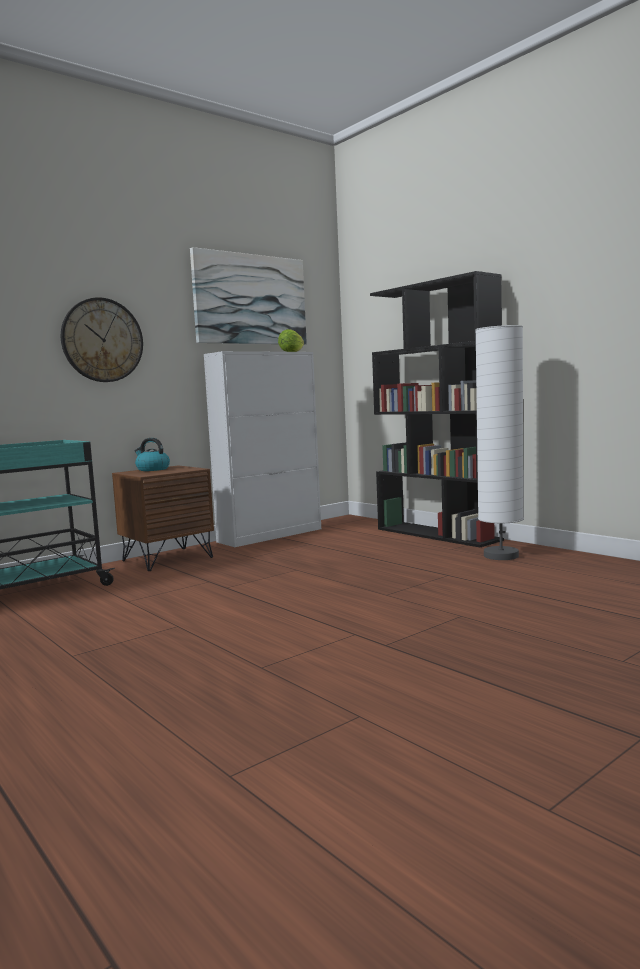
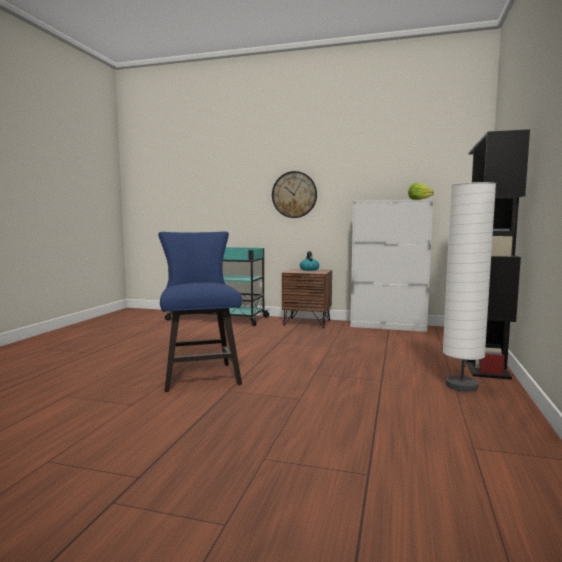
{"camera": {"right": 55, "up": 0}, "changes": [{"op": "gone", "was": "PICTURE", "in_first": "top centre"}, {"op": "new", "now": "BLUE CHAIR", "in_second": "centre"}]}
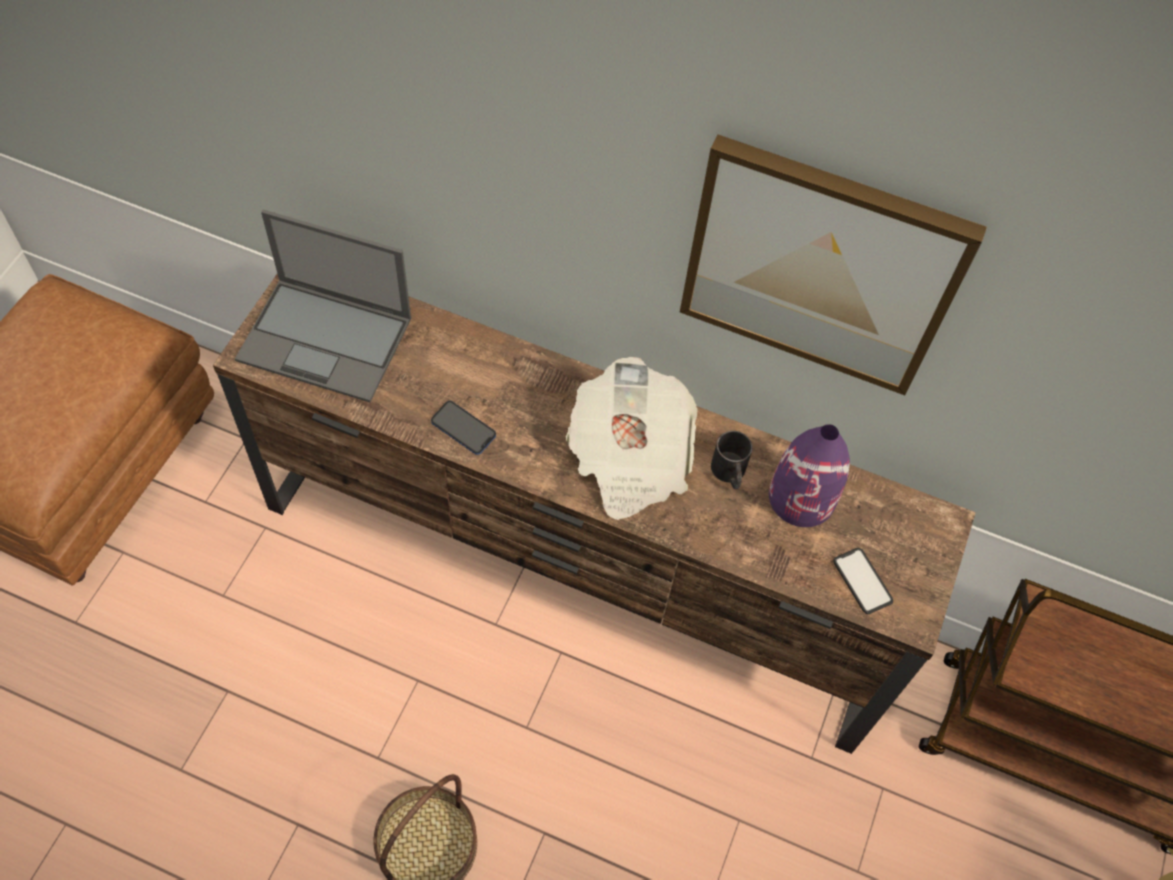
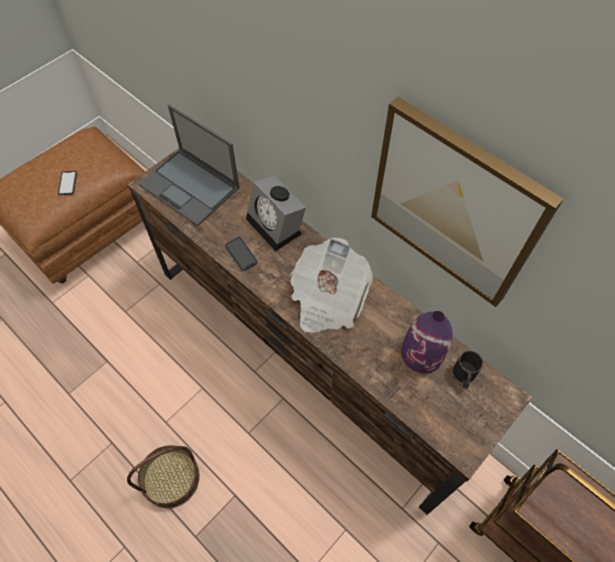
{"camera": {"right": 25, "up": 0}, "changes": [{"op": "shifted", "was": "BLACK MUG", "in_first": "centre", "in_second": "middle right"}, {"op": "shifted", "was": "PHONE (no. 2 from left in the first image)", "now": "PHONE (no. 1 from left)", "in_first": "middle right", "in_second": "top left"}, {"op": "new", "now": "ALARM CLOCK", "in_second": "centre"}]}
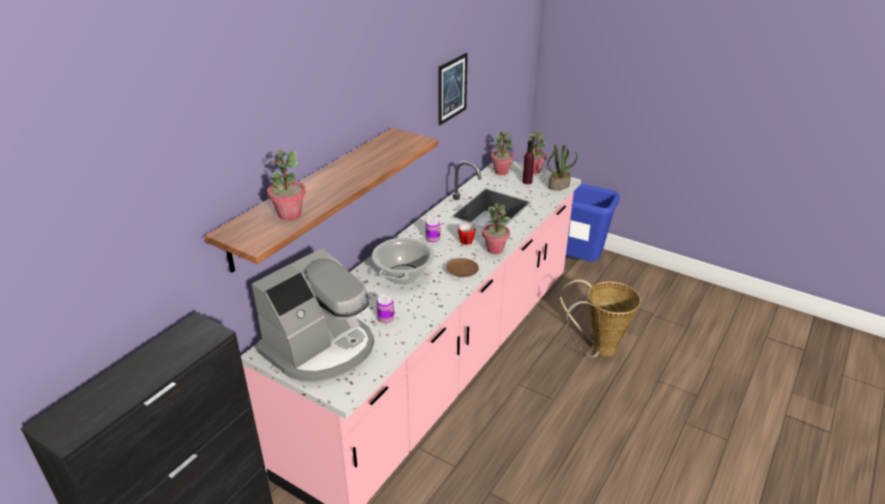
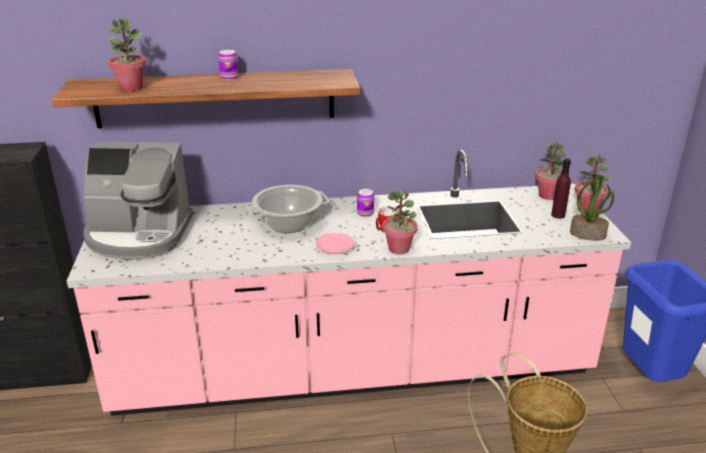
{"camera": {"right": 50, "up": -5}, "changes": [{"op": "gone", "was": "PICTURE", "in_first": "top centre"}, {"op": "repainted", "was": "BROWN PLATE", "now": "PINK PLATE", "in_first": "centre", "in_second": "centre"}, {"op": "shifted", "was": "CAN (no. 1 from left)", "in_first": "centre", "in_second": "top left"}]}
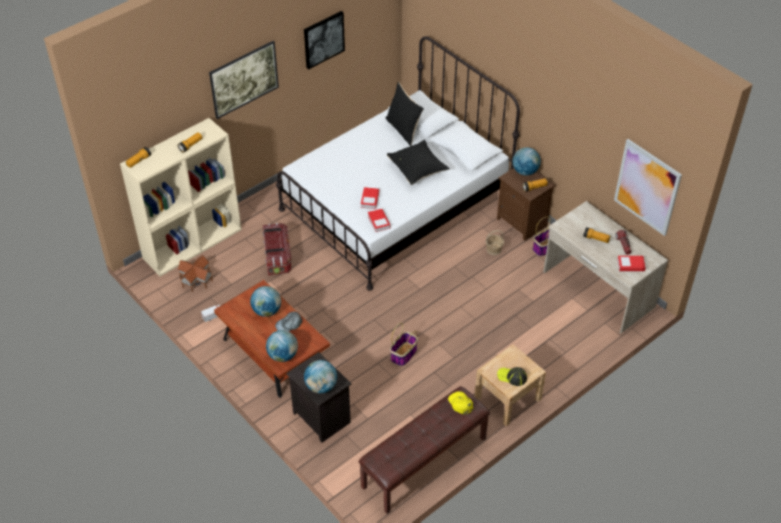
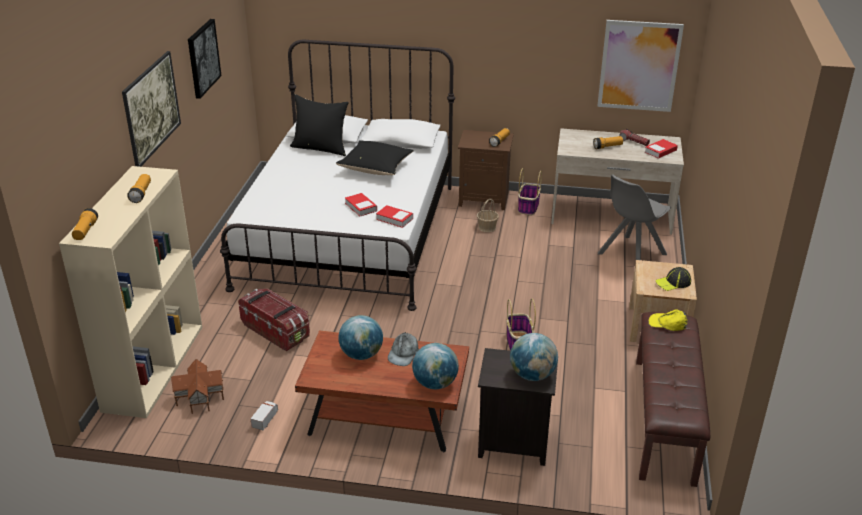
{"camera": {"right": -40, "up": -15}, "changes": [{"op": "gone", "was": "GLOBE (no. 4 from left)", "in_first": "top right"}, {"op": "new", "now": "GREY CHAIR", "in_second": "middle right"}]}
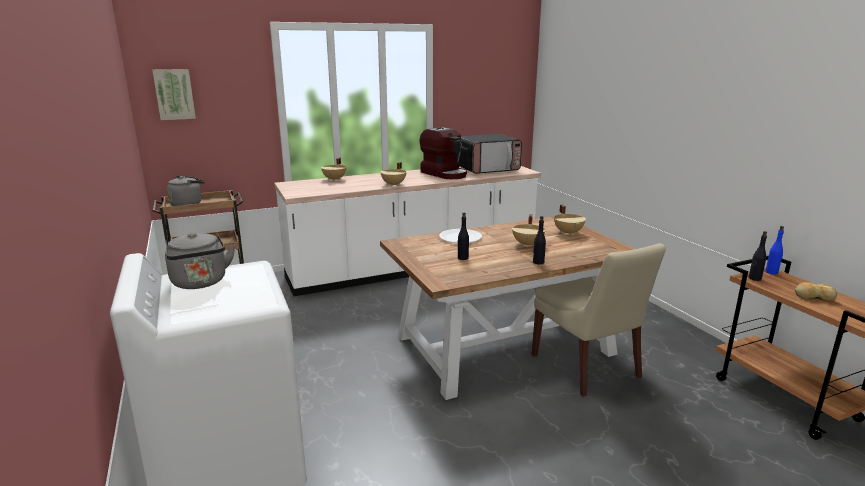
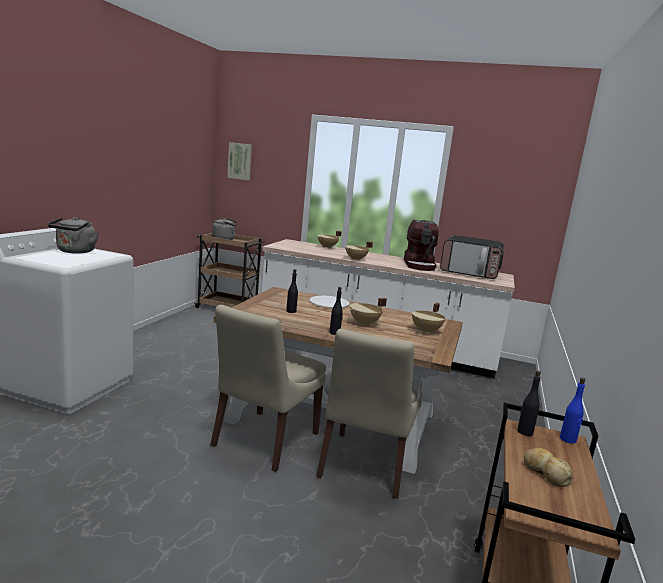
{"camera": {"right": 40, "up": -5}, "changes": [{"op": "new", "now": "BEIGE CHAIR (no. 1 from left)", "in_second": "centre"}]}
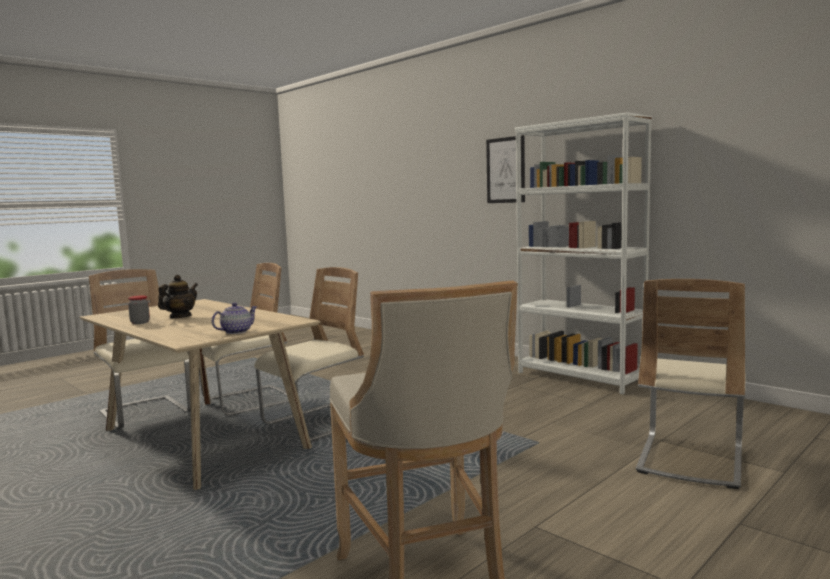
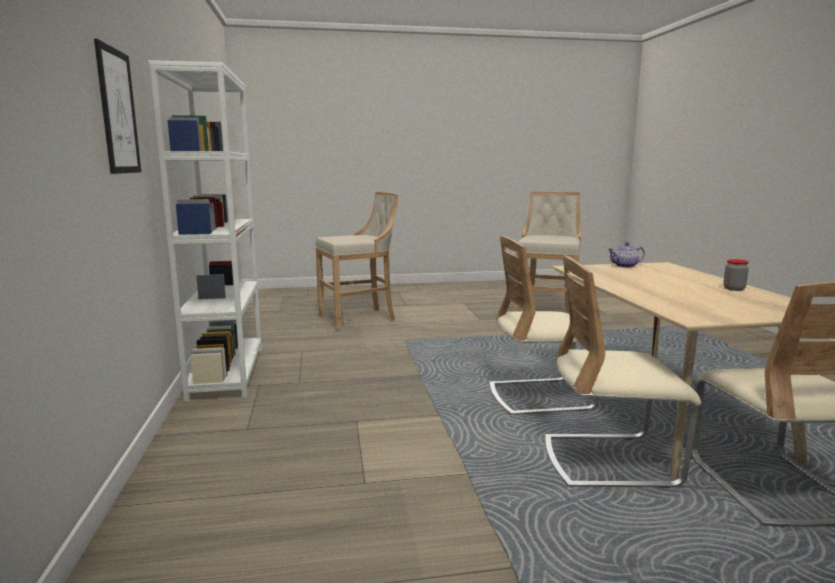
{"camera": {"right": -145, "up": 5}, "changes": [{"op": "gone", "was": "TEAPOT (no. 1 from left)", "in_first": "middle left"}, {"op": "swapped", "was": "BEIGE CHAIR (no. 4 from left)", "now": "BEIGE STOOL (no. 1 from left)", "in_first": "middle right", "in_second": "centre"}]}
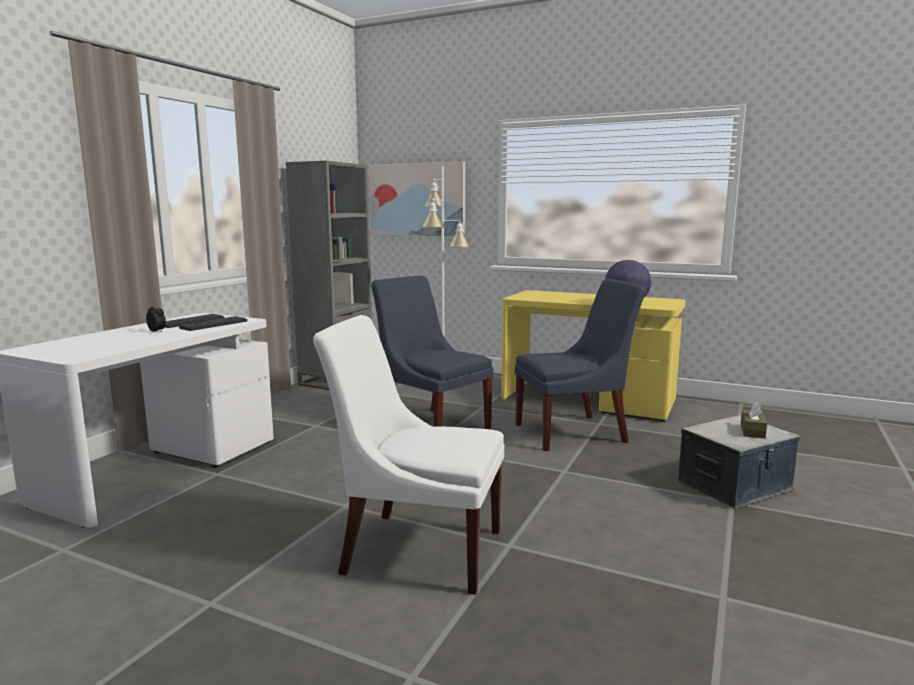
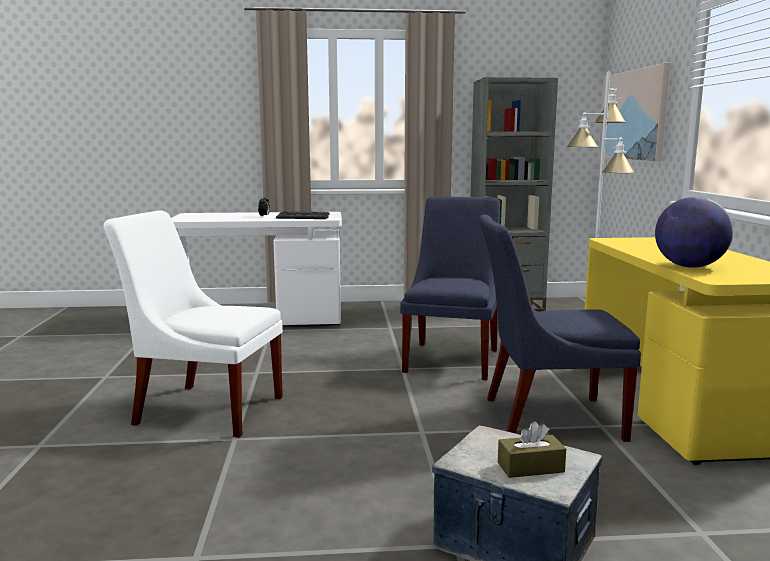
{"camera": {"right": 60, "up": 0}, "changes": [{"op": "rotated", "was": "BLUE CHAIR (no. 2 from left)", "in_first": "centre", "in_second": "middle right", "clockwise": 135}, {"op": "rotated", "was": "WHITE CHAIR", "in_first": "centre", "in_second": "middle left", "clockwise": -60}]}
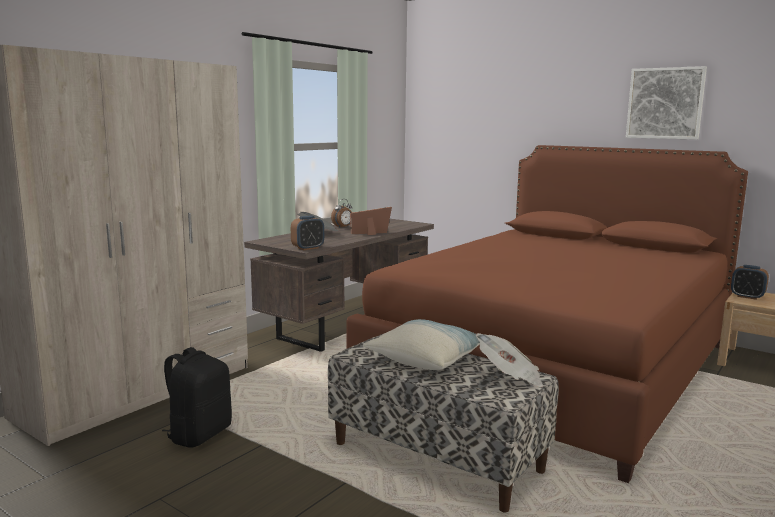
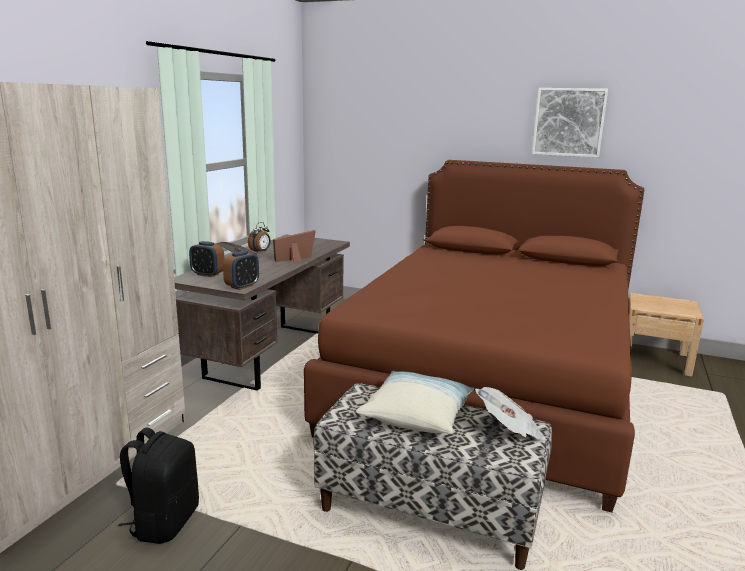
{"camera": {"right": -15, "up": 5}, "changes": [{"op": "shifted", "was": "ALARM CLOCK (no. 3 from left in the first image)", "now": "ALARM CLOCK (no. 1 from left)", "in_first": "middle right", "in_second": "middle left"}]}
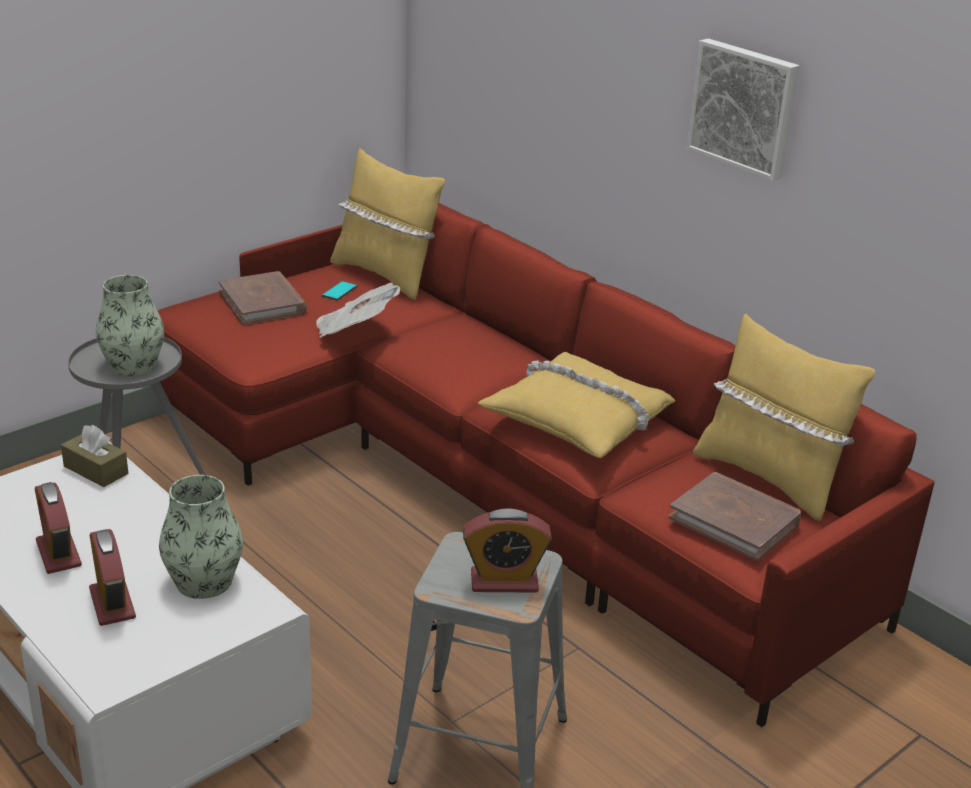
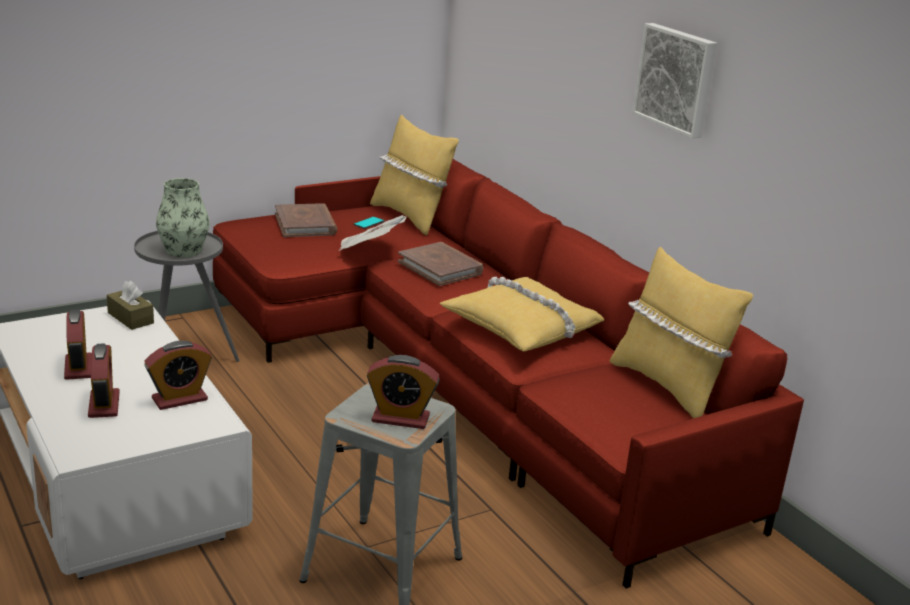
{"camera": {"right": 10, "up": -5}, "changes": [{"op": "shifted", "was": "BROWN BOOK (no. 2 from left)", "in_first": "middle right", "in_second": "centre"}, {"op": "swapped", "was": "VASE (no. 2 from left)", "now": "ALARM CLOCK (no. 3 from left)", "in_first": "bottom left", "in_second": "middle left"}]}
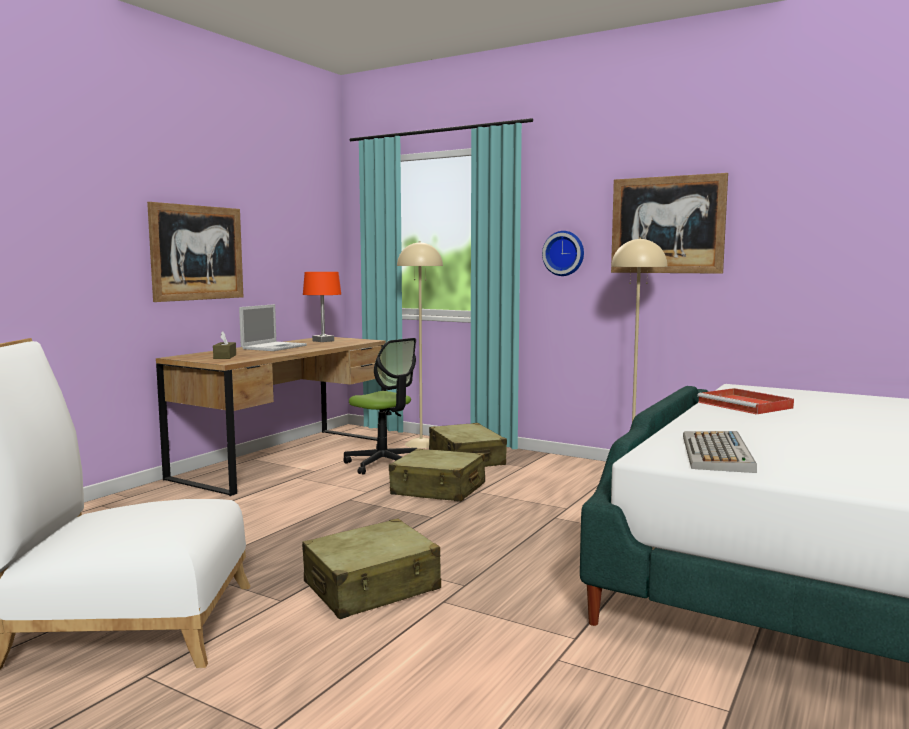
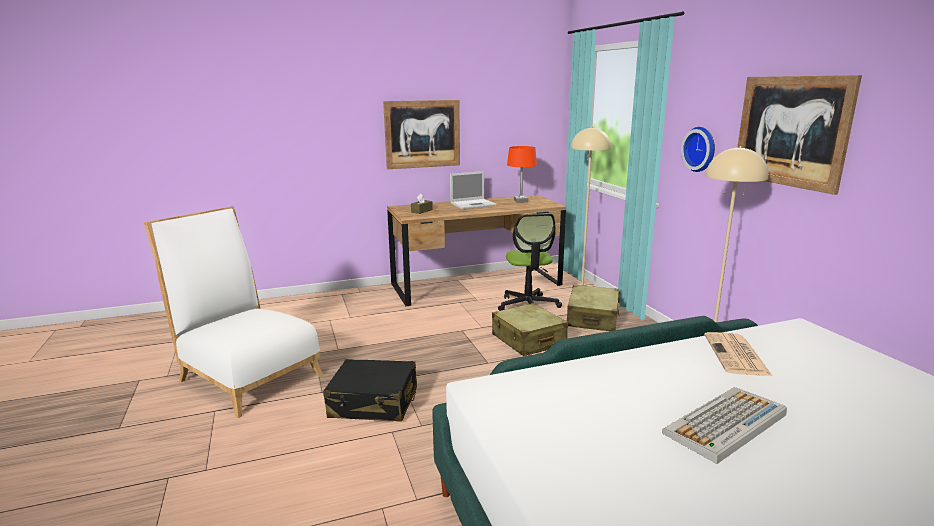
{"camera": {"right": 40, "up": 10}, "changes": [{"op": "swapped", "was": "RED TRAY", "now": "NEWSPAPER", "in_first": "middle right", "in_second": "bottom right"}, {"op": "shifted", "was": "KEYBOARD", "in_first": "middle right", "in_second": "bottom right"}, {"op": "repainted", "was": "BEIGE SUITCASE (no. 1 from left)", "now": "BLACK SUITCASE", "in_first": "bottom centre", "in_second": "bottom centre"}]}
